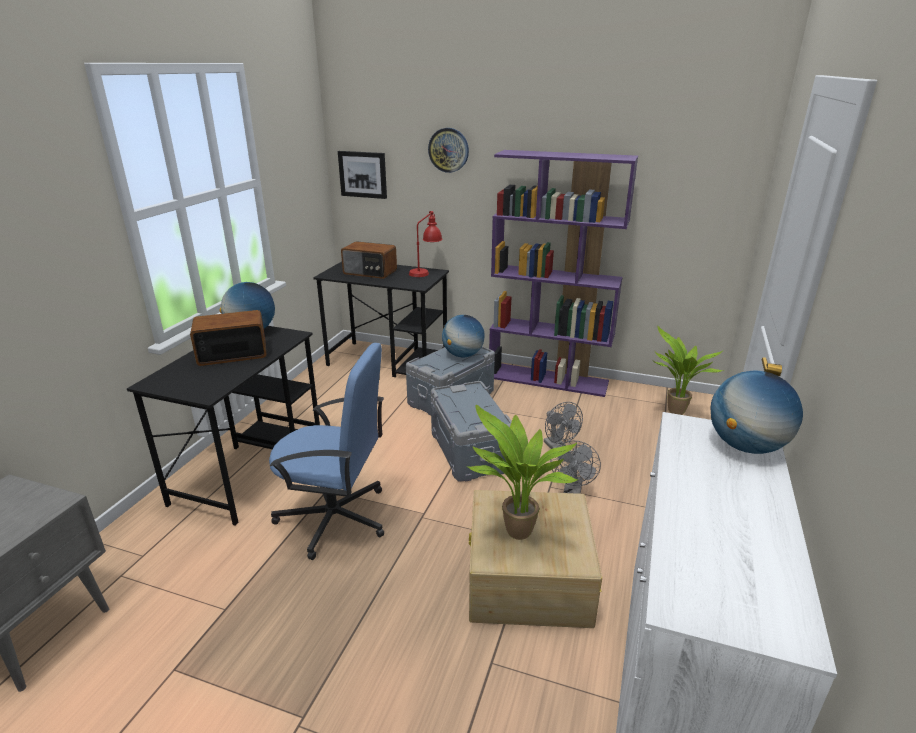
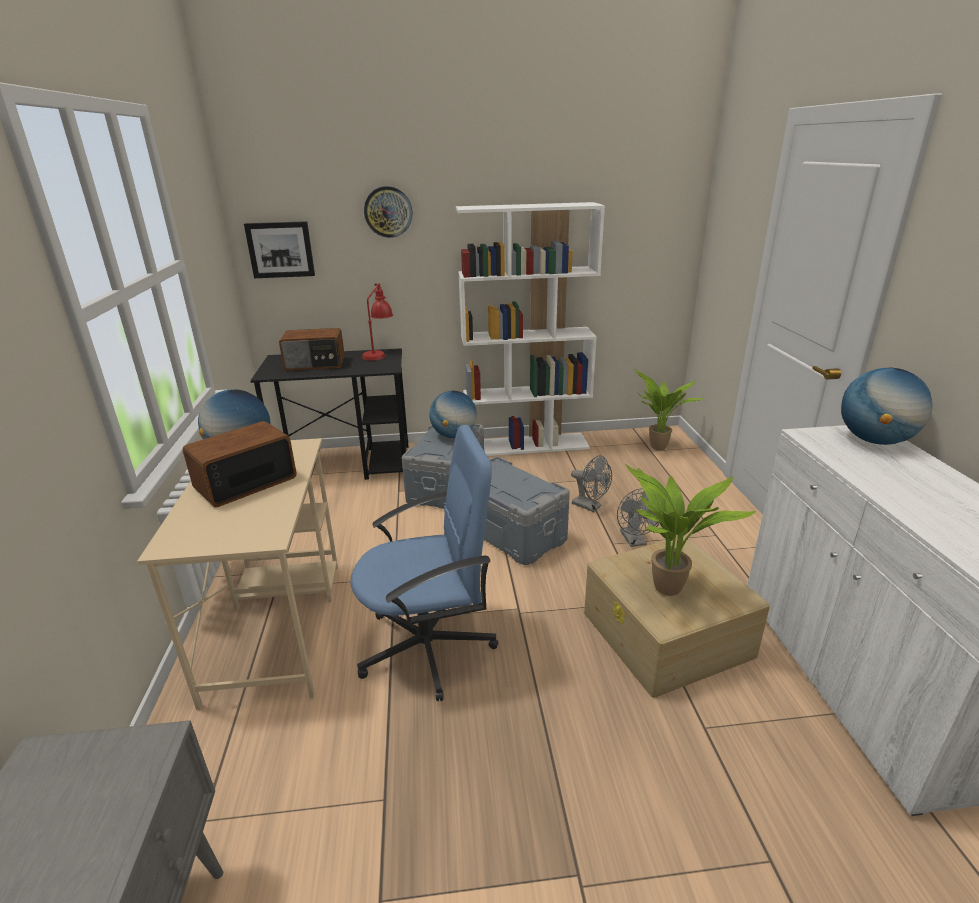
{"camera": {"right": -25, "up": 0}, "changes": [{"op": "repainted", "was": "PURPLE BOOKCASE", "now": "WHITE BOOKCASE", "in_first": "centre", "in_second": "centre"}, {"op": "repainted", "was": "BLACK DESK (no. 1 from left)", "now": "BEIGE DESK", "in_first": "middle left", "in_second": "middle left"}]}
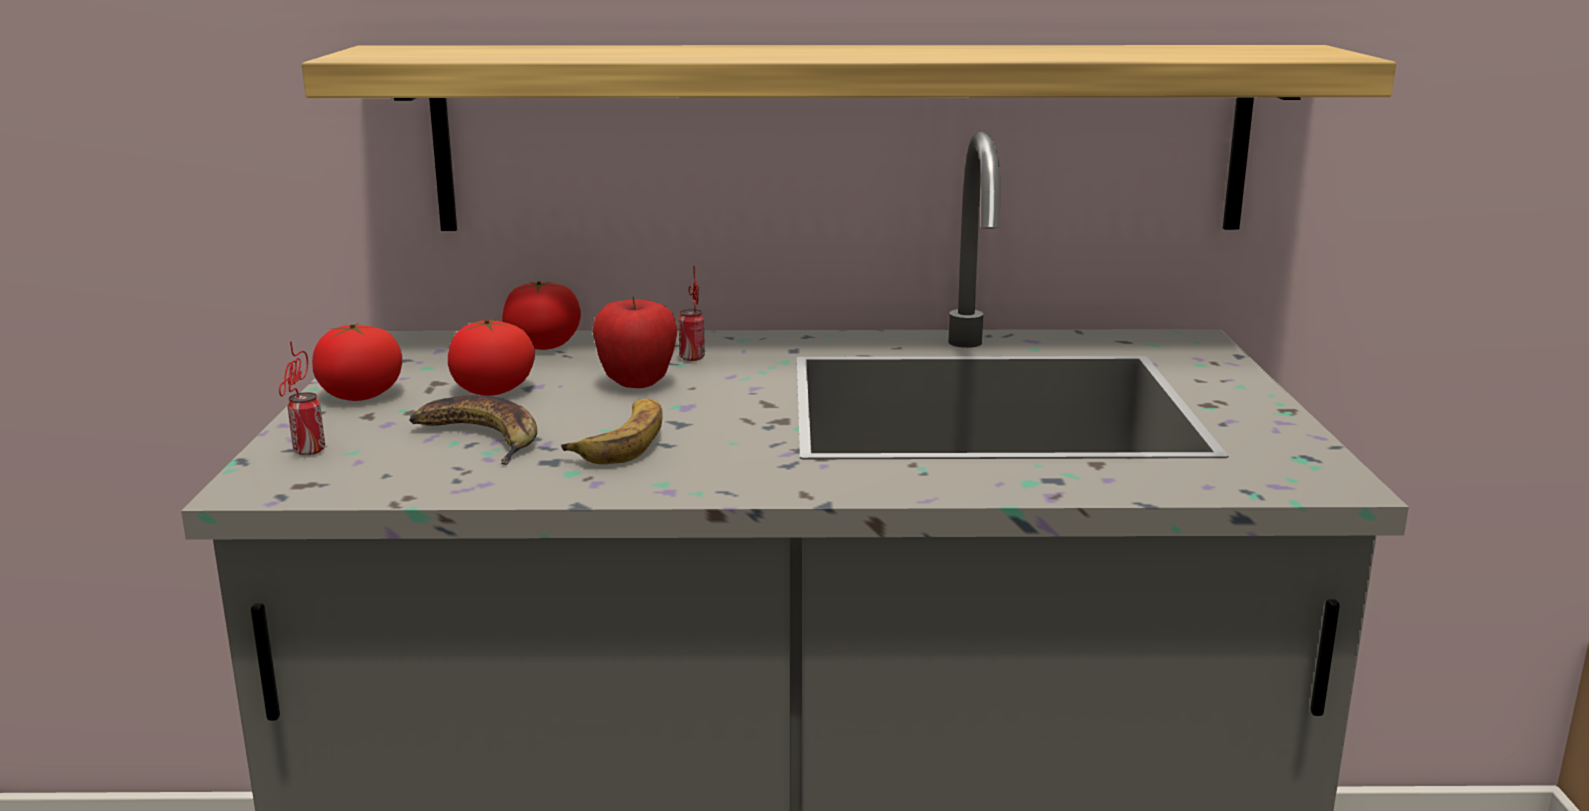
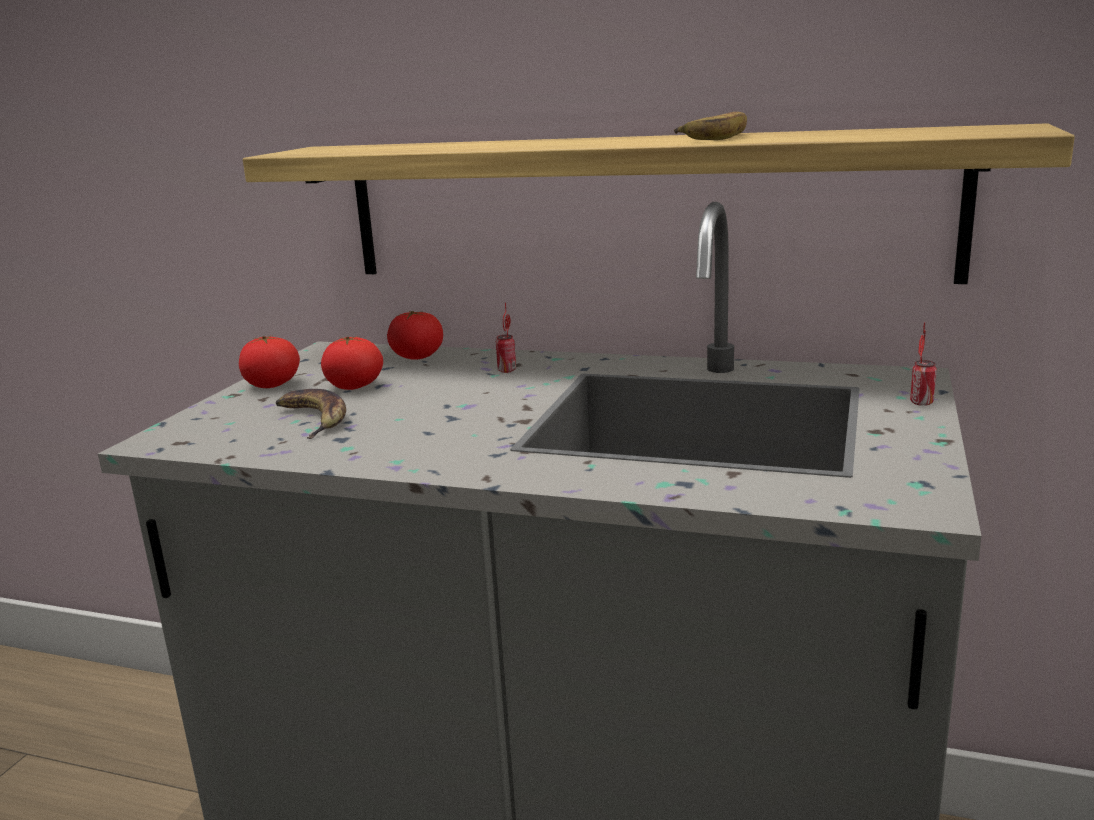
{"camera": {"right": 20, "up": 0}, "changes": [{"op": "gone", "was": "APPLE", "in_first": "centre"}, {"op": "shifted", "was": "CAN (no. 1 from left in the first image)", "now": "CAN (no. 2 from left)", "in_first": "middle left", "in_second": "middle right"}, {"op": "shifted", "was": "BANANA (no. 2 from left)", "in_first": "centre", "in_second": "top centre"}]}
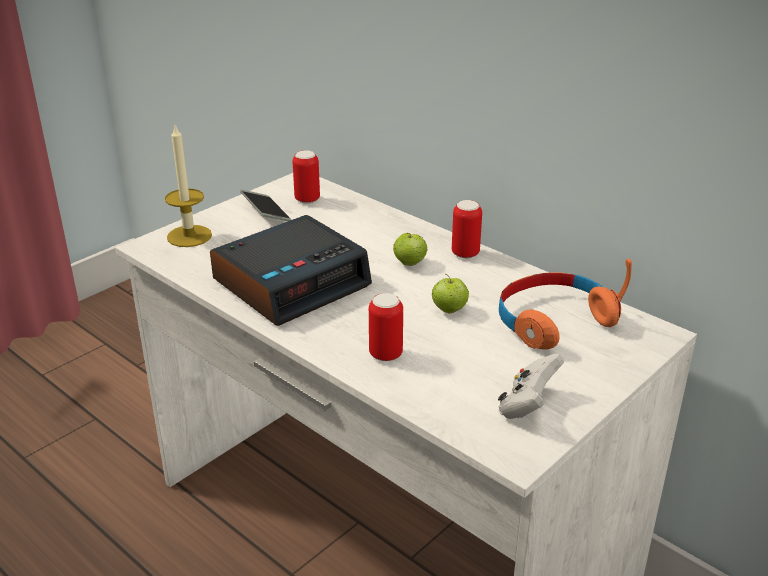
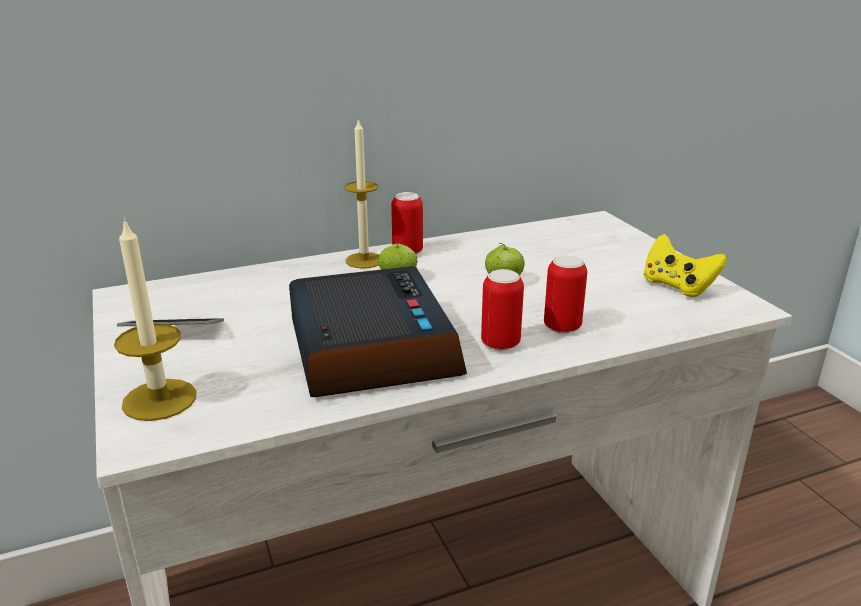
{"camera": {"right": -65, "up": -5}, "changes": [{"op": "shifted", "was": "CAN (no. 1 from left in the first image)", "now": "CAN (no. 2 from left)", "in_first": "top centre", "in_second": "centre"}, {"op": "gone", "was": "ORANGE HEADPHONES", "in_first": "middle right"}, {"op": "repainted", "was": "WHITE GAME CONTROLLER", "now": "YELLOW GAME CONTROLLER", "in_first": "bottom right", "in_second": "middle right"}, {"op": "new", "now": "CANDLE (no. 2 from left)", "in_second": "top centre"}]}
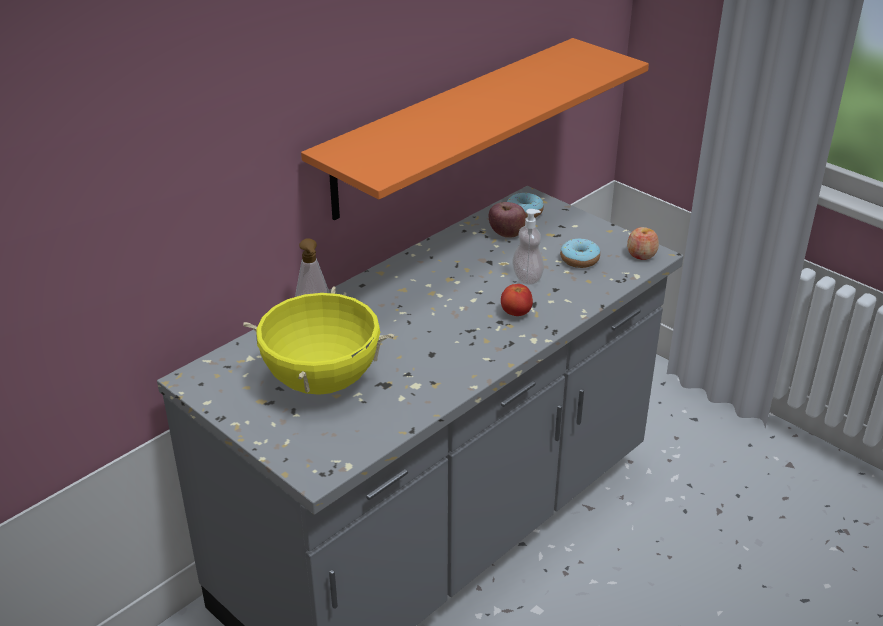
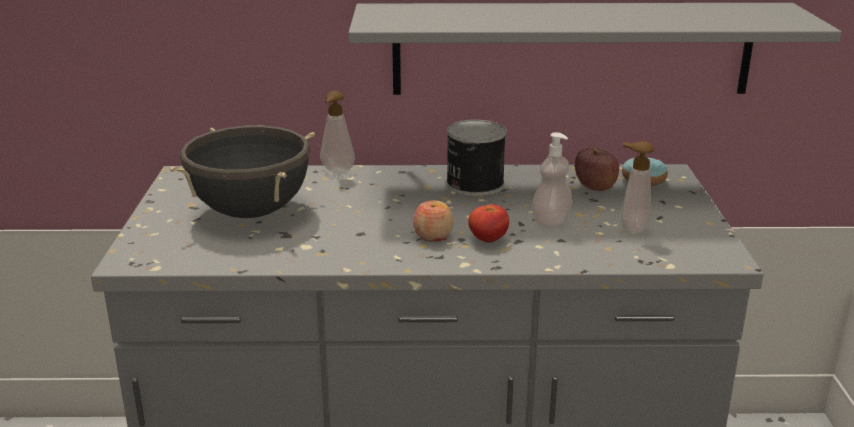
{"camera": {"right": 45, "up": -10}, "changes": [{"op": "repainted", "was": "ORANGE SHELF", "now": "GREY SHELF", "in_first": "top centre", "in_second": "top right"}, {"op": "shifted", "was": "APPLE (no. 2 from left in the first image)", "now": "APPLE (no. 1 from left)", "in_first": "middle right", "in_second": "centre"}, {"op": "swapped", "was": "DONUT (no. 2 from left)", "now": "SOAP DISPENSER (no. 3 from left)", "in_first": "centre", "in_second": "middle right"}, {"op": "repainted", "was": "YELLOW COOKING POT", "now": "BLACK COOKING POT", "in_first": "centre", "in_second": "middle left"}, {"op": "new", "now": "CAN", "in_second": "centre"}]}
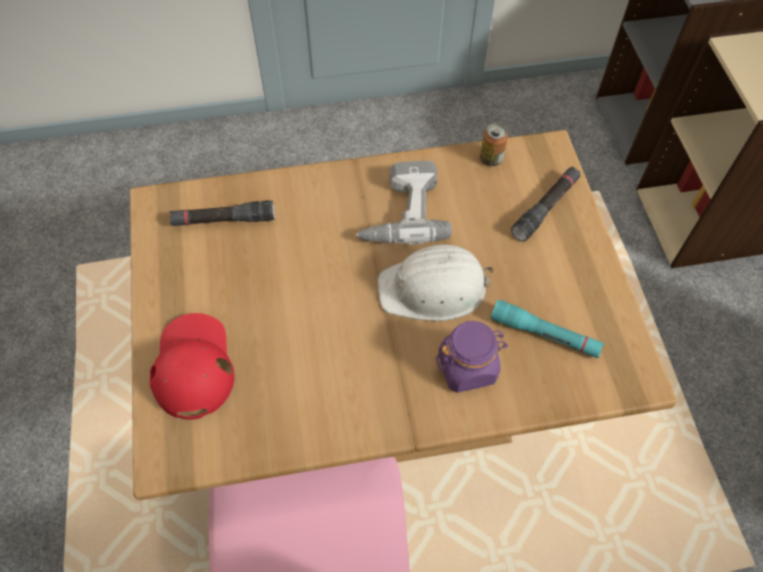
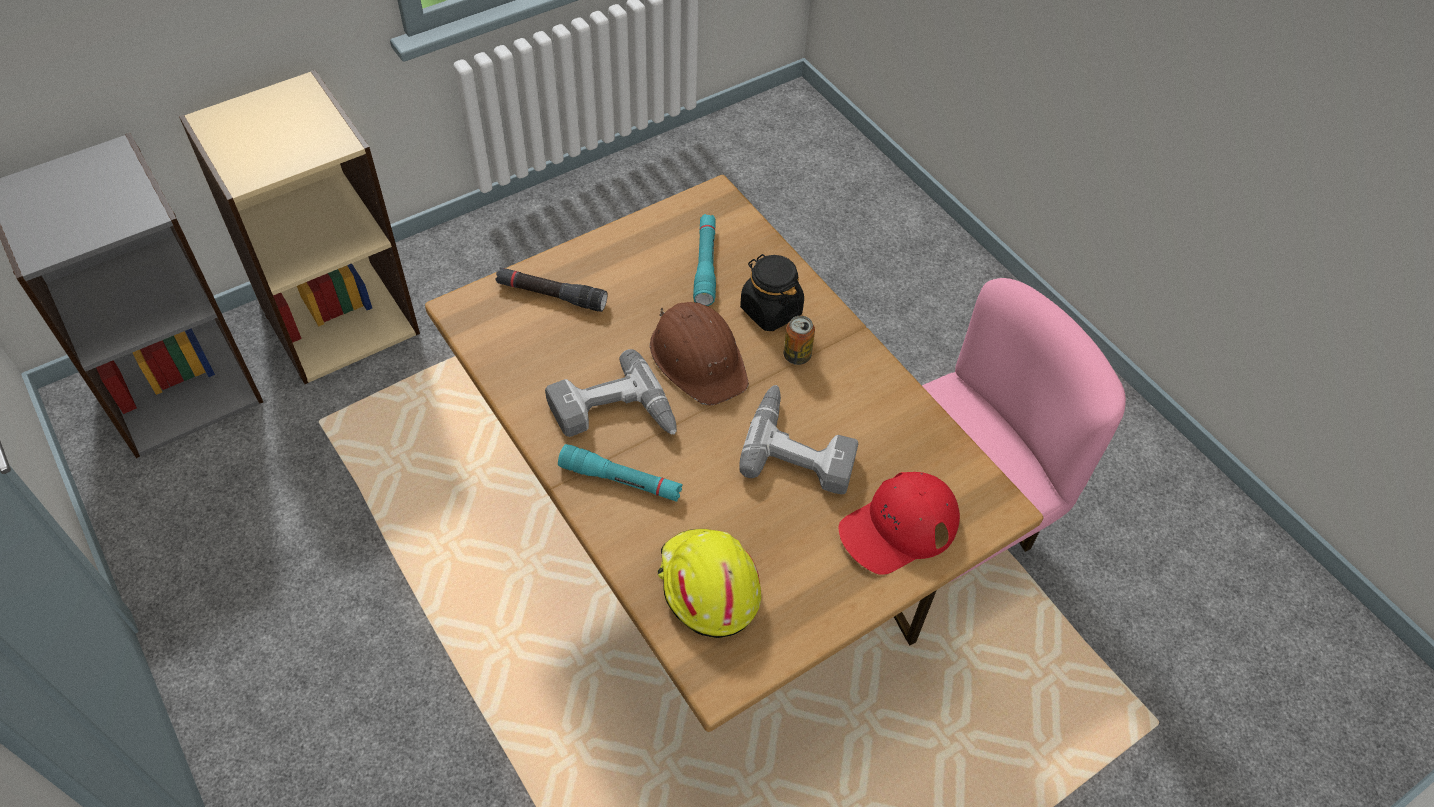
{"camera": {"right": -115, "up": -5}, "changes": [{"op": "shifted", "was": "CAN", "in_first": "top centre", "in_second": "centre"}, {"op": "swapped", "was": "BLACK FLASHLIGHT (no. 1 from left)", "now": "YELLOW HARD HAT", "in_first": "middle left", "in_second": "bottom centre"}, {"op": "repainted", "was": "WHITE HARD HAT", "now": "BROWN HARD HAT", "in_first": "centre", "in_second": "centre"}, {"op": "repainted", "was": "PURPLE JAR", "now": "BLACK JAR", "in_first": "centre", "in_second": "centre"}, {"op": "new", "now": "POWER DRILL (no. 2 from left)", "in_second": "centre"}, {"op": "new", "now": "TURQUOISE FLASHLIGHT (no. 1 from left)", "in_second": "centre"}]}
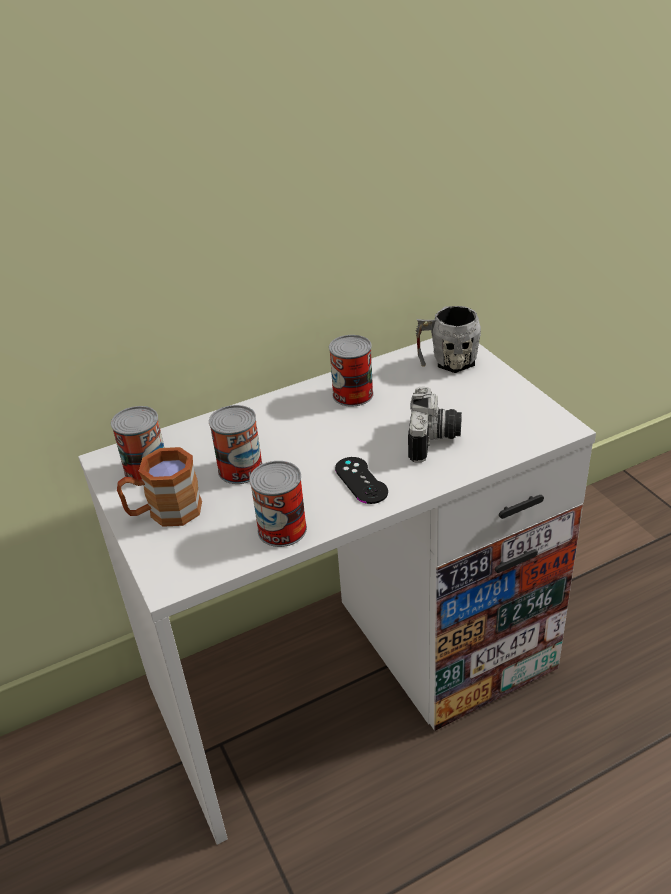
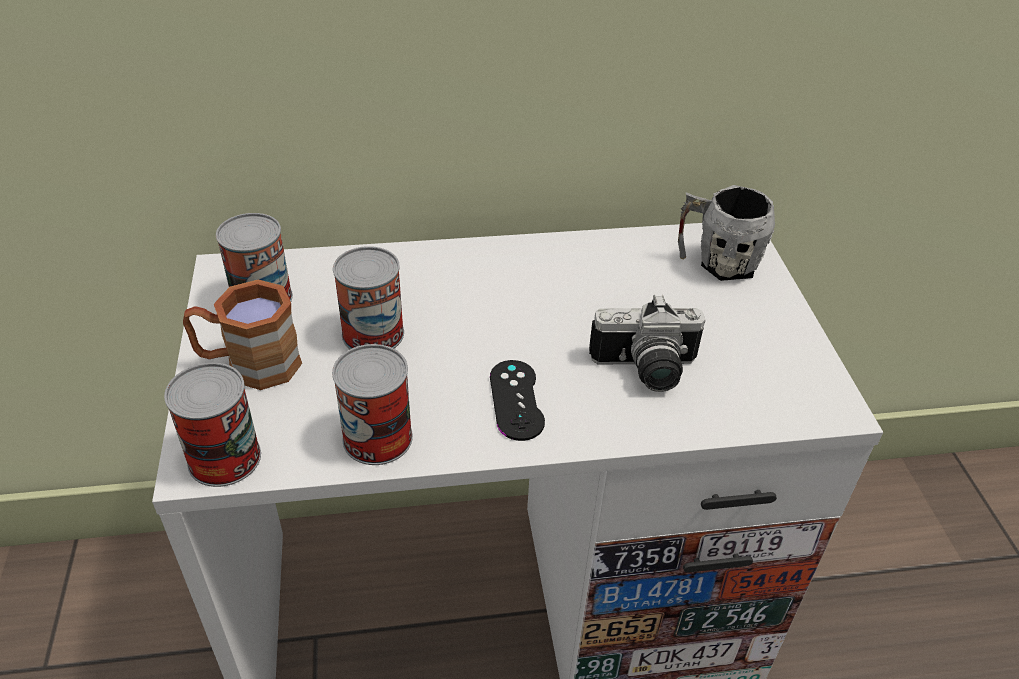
{"camera": {"right": 15, "up": 5}, "changes": [{"op": "shifted", "was": "CAN (no. 4 from left in the first image)", "now": "CAN (no. 1 from left)", "in_first": "centre", "in_second": "middle left"}, {"op": "rotated", "was": "PHOTO CAMERA", "in_first": "centre", "in_second": "centre", "clockwise": 60}]}
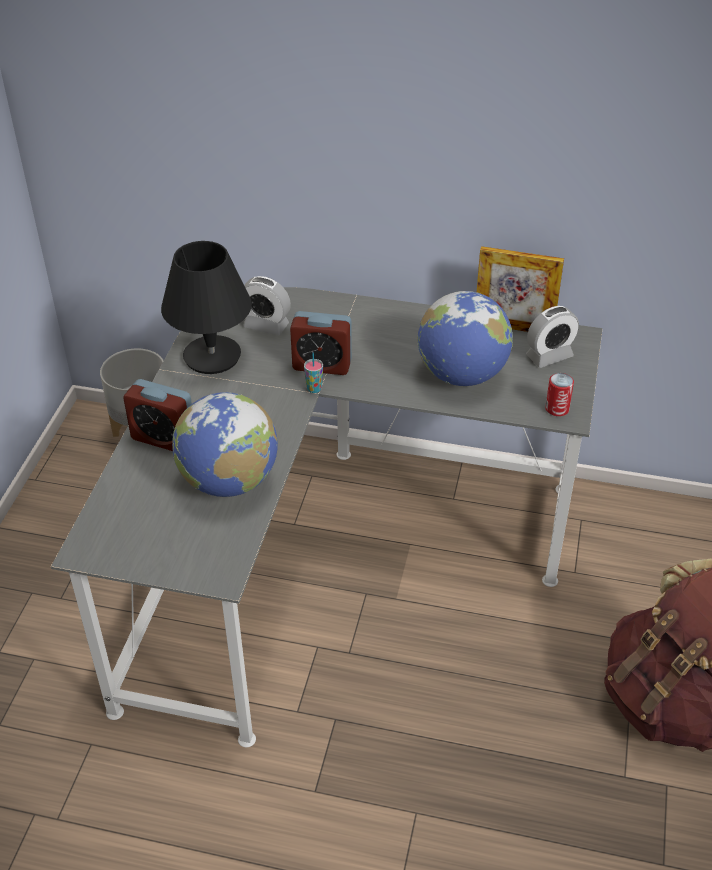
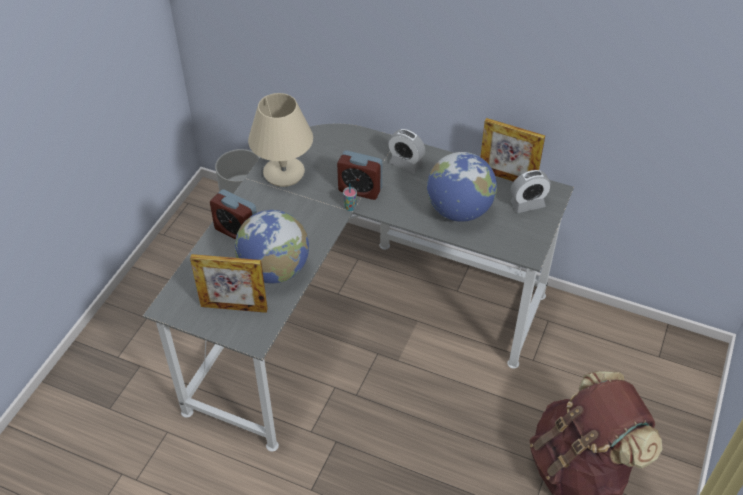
{"camera": {"right": 10, "up": 5}, "changes": [{"op": "repainted", "was": "BLACK TABLE LAMP", "now": "BEIGE TABLE LAMP", "in_first": "middle left", "in_second": "top centre"}, {"op": "shifted", "was": "ALARM CLOCK (no. 2 from left in the first image)", "now": "ALARM CLOCK (no. 3 from left)", "in_first": "centre", "in_second": "top centre"}, {"op": "gone", "was": "CAN", "in_first": "middle right"}, {"op": "new", "now": "PICTURE FRAME (no. 1 from left)", "in_second": "middle left"}]}
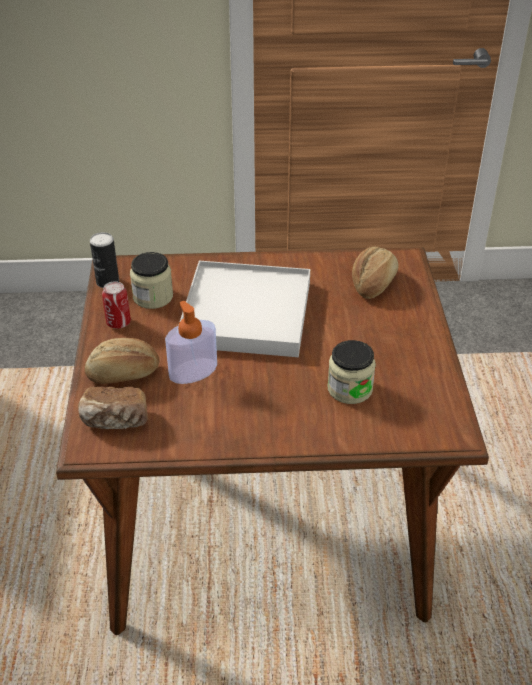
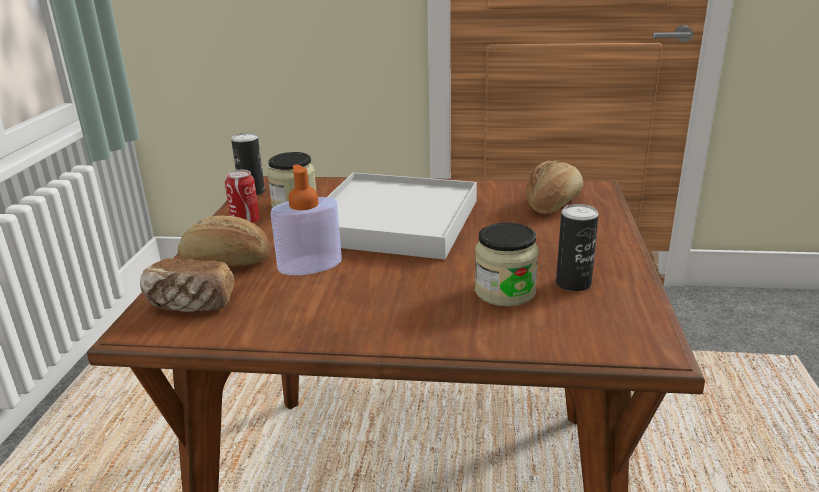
{"camera": {"right": 10, "up": -15}, "changes": [{"op": "new", "now": "CAN (no. 3 from left)", "in_second": "middle right"}]}
